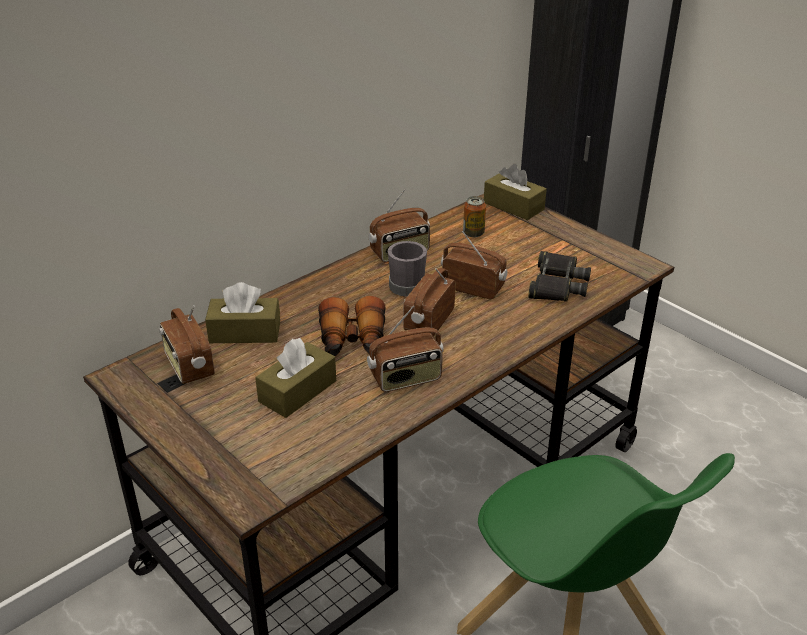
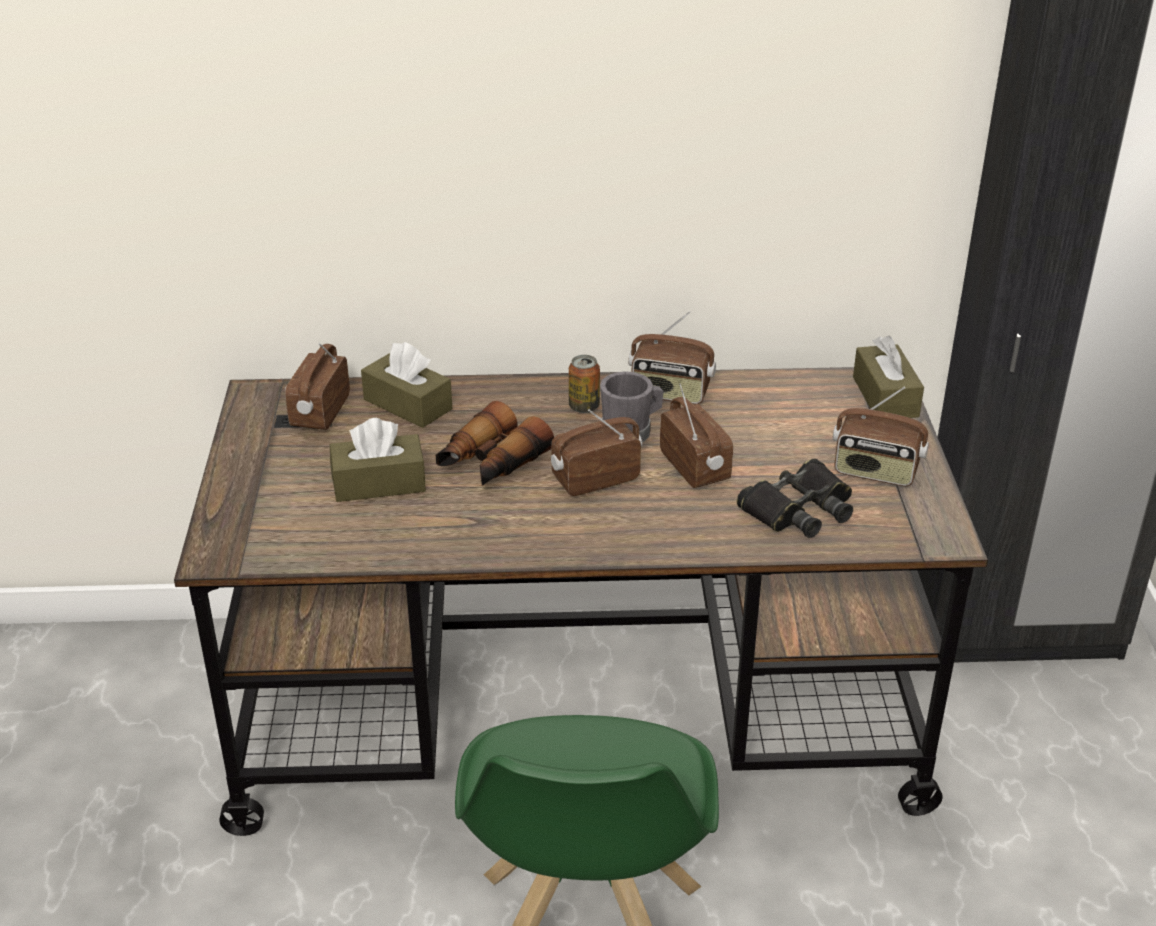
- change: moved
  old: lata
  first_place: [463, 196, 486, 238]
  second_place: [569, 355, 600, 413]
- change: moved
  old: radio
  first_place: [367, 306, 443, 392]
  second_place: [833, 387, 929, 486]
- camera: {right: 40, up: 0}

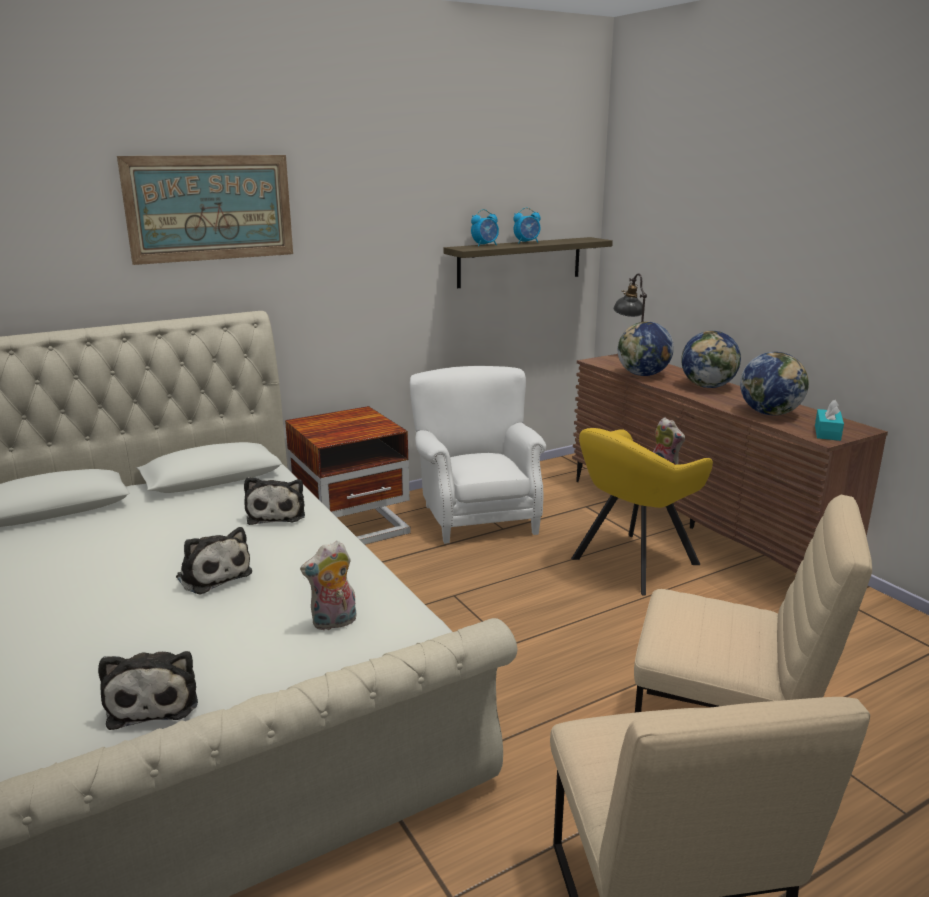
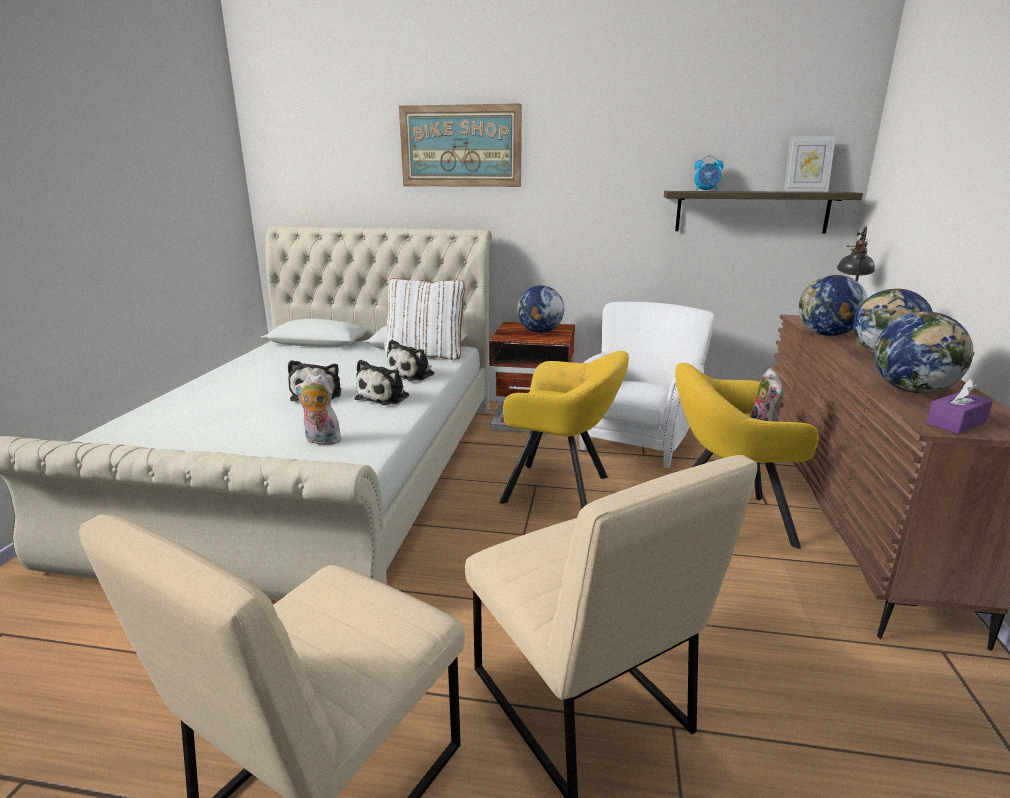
- change: moved
  old: peluche
  first_place: [98, 651, 198, 730]
  second_place: [354, 360, 409, 405]
- change: added
  new: cojín [blanco]
  second_place: [384, 278, 465, 360]
- change: added
  new: sillón [amarillo]
  second_place: [499, 351, 629, 508]
- change: added
  new: globo terráqueo
  second_place: [517, 285, 564, 333]
- change: added
  new: portarretratos
  second_place: [784, 136, 836, 192]
- change: recoloured
  old: caja de pañuelos [turquesa]
  new: caja de pañuelos [morado]
  first_place: [815, 400, 844, 441]
  second_place: [926, 379, 993, 434]
- change: removed
  old: despertador
  first_place: [513, 207, 541, 243]
- camera: {right: 40, up: 0}

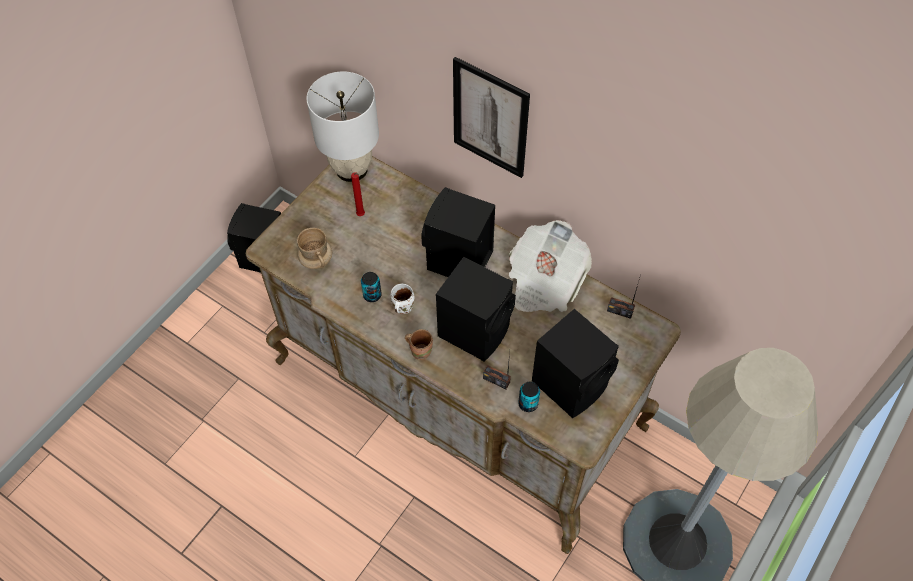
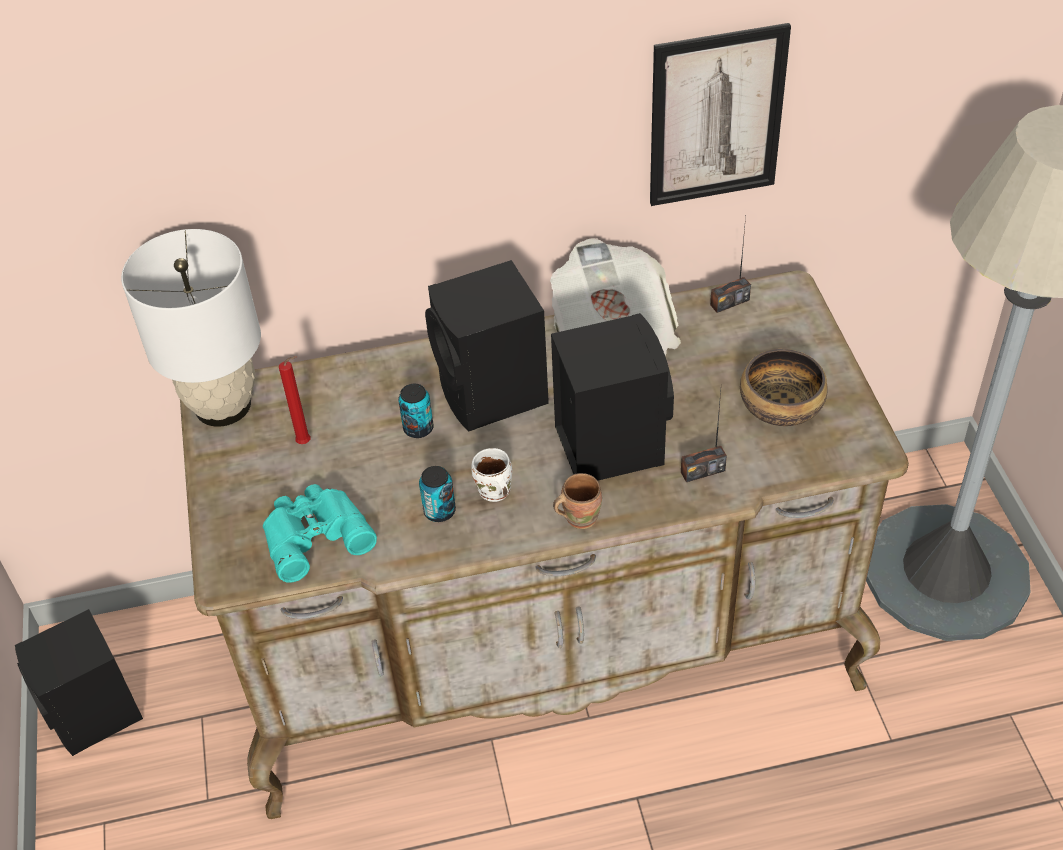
- change: replaced
  old: taza grande [beis]
  new: prismáticos [turquesa]
  first_place: [297, 228, 332, 269]
  second_place: [263, 484, 377, 583]
- change: moved
  old: lata
  first_place: [518, 382, 540, 412]
  second_place: [398, 384, 434, 438]
- change: moved
  old: cuadro
  first_place: [453, 57, 530, 178]
  second_place: [650, 23, 791, 206]
- change: replaced
  old: altavoz [negro]
  new: cuenco
  first_place: [532, 309, 619, 418]
  second_place: [740, 349, 828, 426]
- camera: {right: -45, up: -10}

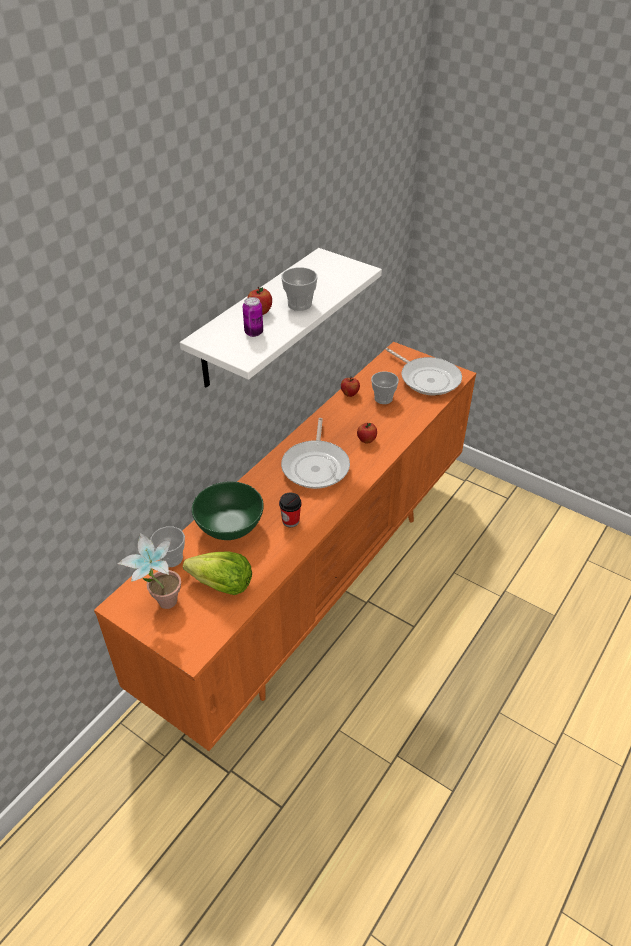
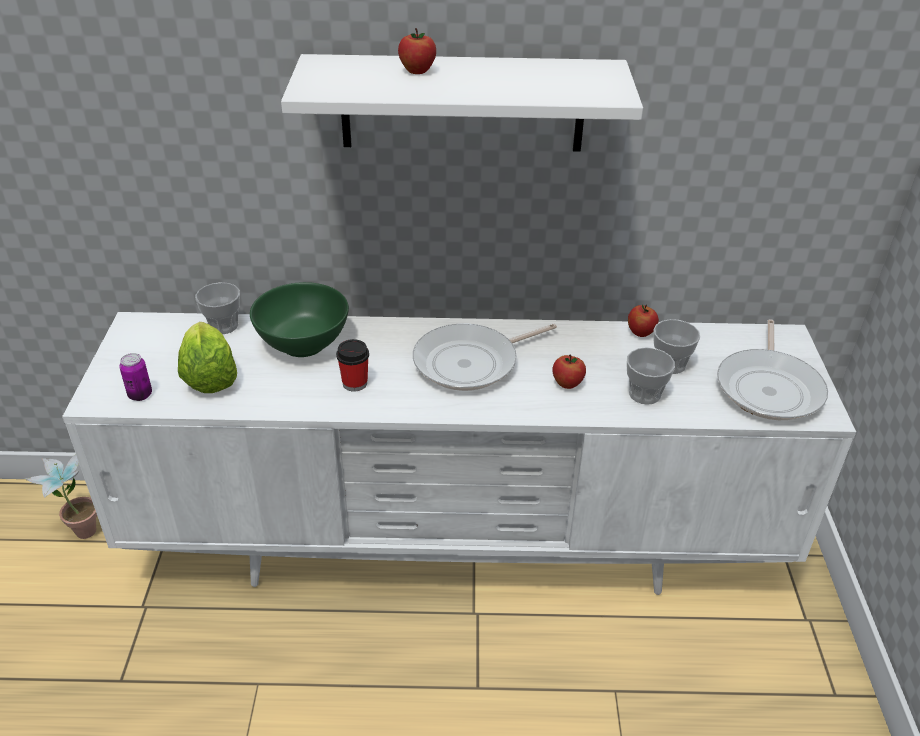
- change: moved
  old: planta en maceta
  first_place: [118, 533, 181, 609]
  second_place: [25, 454, 97, 539]
- change: recoloured
  old: armario [naranja]
  new: armario [blanco]
  first_place: [94, 342, 476, 751]
  second_place: [62, 312, 856, 595]
- change: moved
  old: lata
  first_place: [243, 297, 263, 337]
  second_place: [119, 353, 152, 401]
- change: moved
  old: taza
  first_place: [281, 267, 317, 311]
  second_place: [627, 347, 675, 405]
- camera: {right: 55, up: -5}

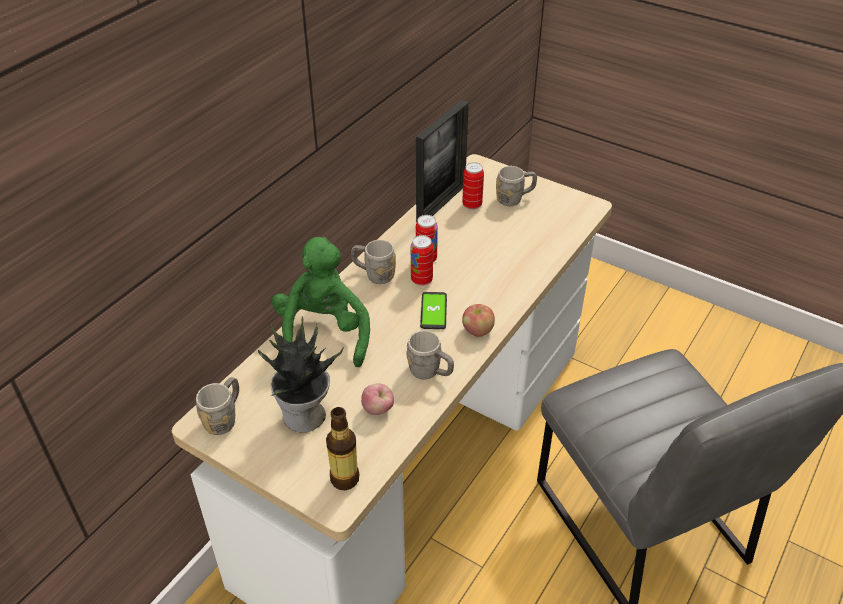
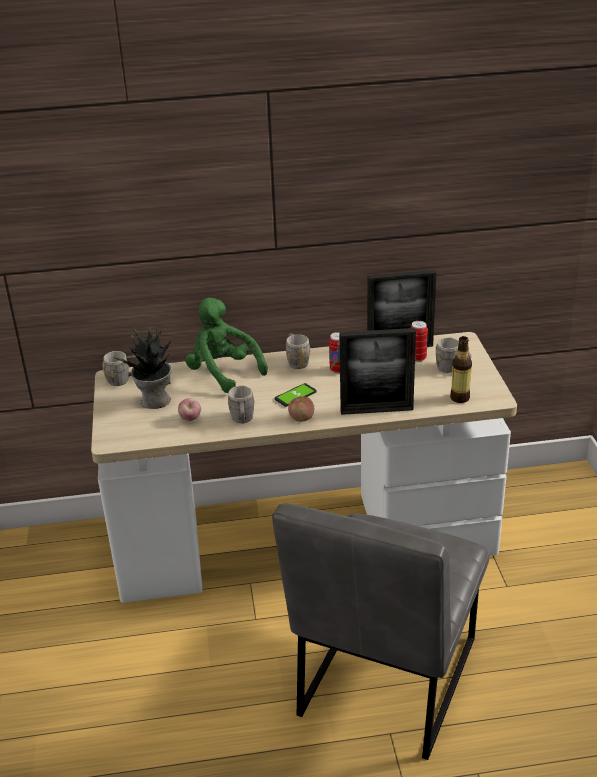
- change: turned
  old: peluche [verde]
  first_place: [272, 237, 370, 367]
  second_place: [185, 298, 268, 393]
  degrees: -90
- change: added
  new: portarretratos
  second_place: [339, 328, 416, 415]
- change: moved
  old: botella
  first_place: [326, 407, 359, 490]
  second_place: [450, 336, 472, 403]
- change: removed
  old: lata
  first_place: [411, 235, 433, 286]
- camera: {right: 50, up: -10}

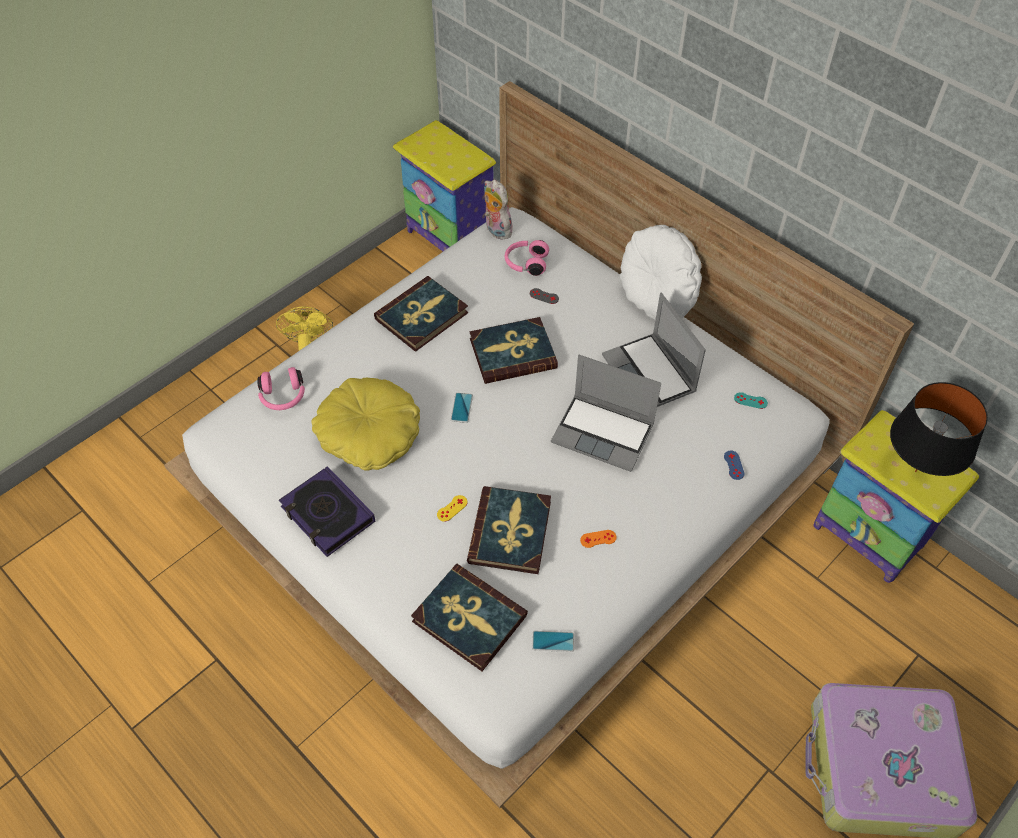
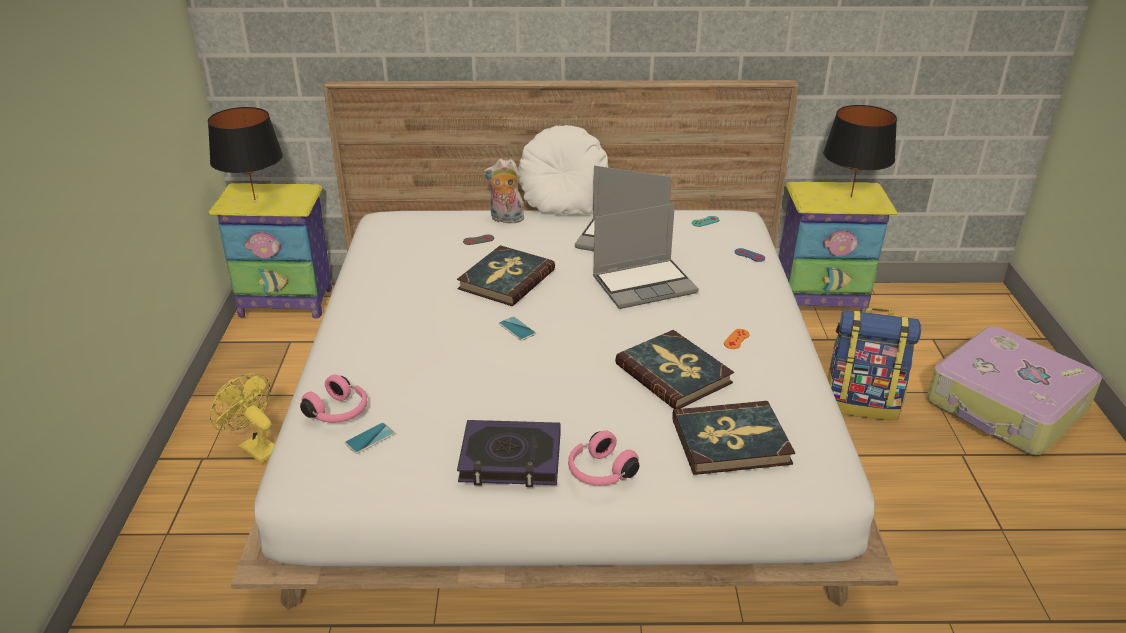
- change: added
  new: lámpara de mesa [negro]
  second_place: [208, 107, 283, 200]
- change: moved
  old: móvil
  first_place: [532, 631, 574, 652]
  second_place: [345, 423, 395, 454]
- change: moved
  old: peluche
  first_place: [484, 180, 512, 240]
  second_place: [483, 159, 524, 223]
- change: moved
  old: auriculares [rosa]
  first_place: [505, 240, 549, 276]
  second_place: [568, 430, 639, 486]
- change: added
  new: mochila
  second_place: [827, 308, 921, 420]
- change: removed
  old: cojín [amarillo]
  first_place: [311, 378, 420, 471]
- change: removed
  old: libro
  first_place: [374, 276, 468, 352]
- change: removed
  old: mando de consola [amarillo]
  first_place: [437, 495, 468, 522]
- camera: {right: -45, up: -20}

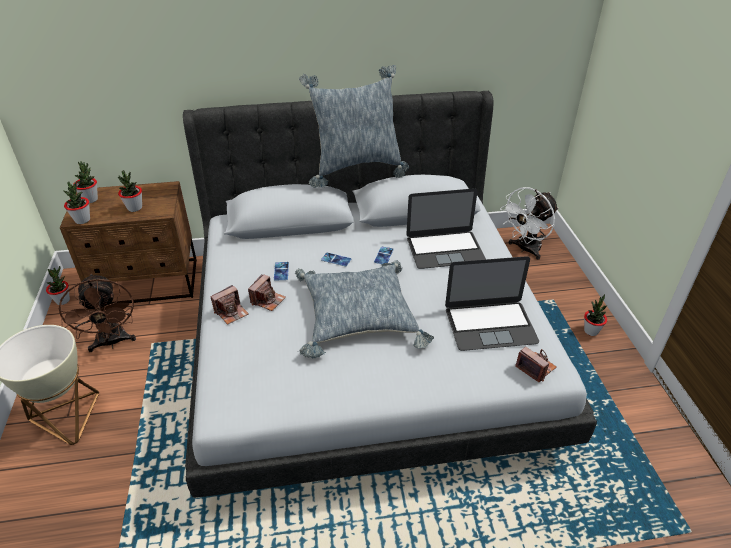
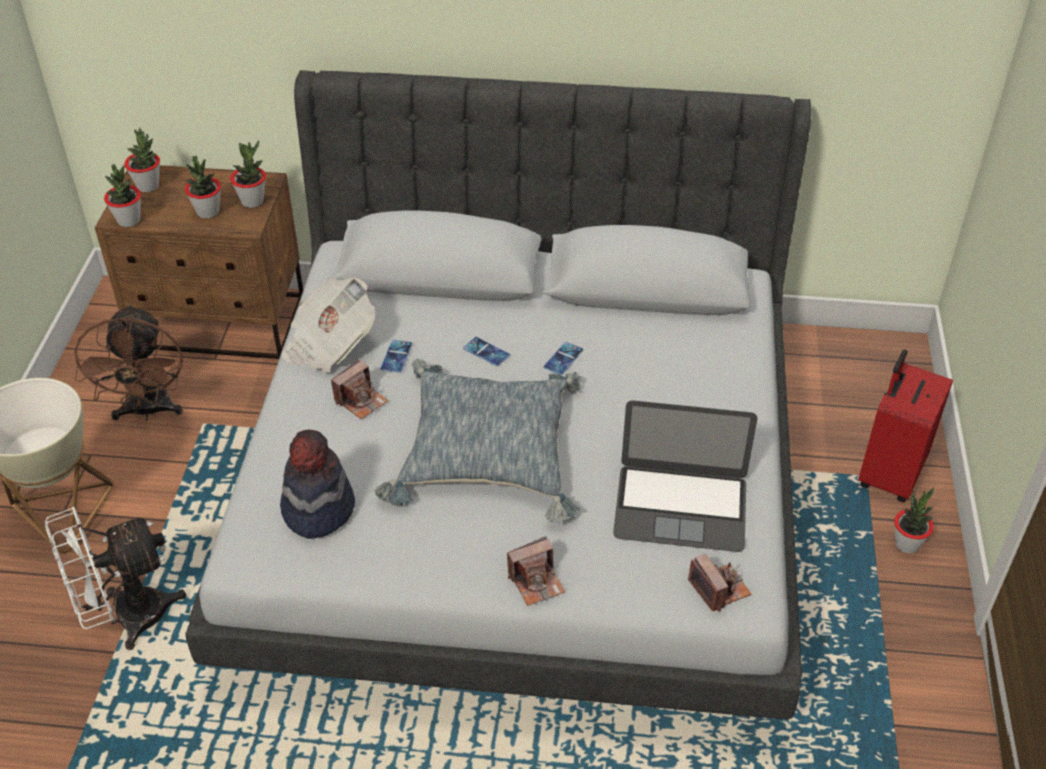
- change: moved
  old: ventilador [blanco]
  first_place: [500, 187, 558, 260]
  second_place: [45, 506, 186, 650]
- change: moved
  old: planta en maceta
  first_place: [46, 266, 70, 305]
  second_place: [230, 141, 266, 208]
- change: added
  new: sombrero
  second_place: [280, 430, 355, 539]
- change: added
  new: periódico
  second_place: [282, 278, 375, 373]
- change: moved
  old: cámara
  first_place: [211, 285, 249, 325]
  second_place: [507, 536, 565, 606]
- change: added
  new: maleta [rojo]
  second_place: [858, 349, 953, 502]
- change: removed
  old: cojín
  first_place: [299, 65, 410, 188]
- change: removed
  old: portátil
  first_place: [406, 188, 486, 269]
- camera: {right: 15, up: 5}

